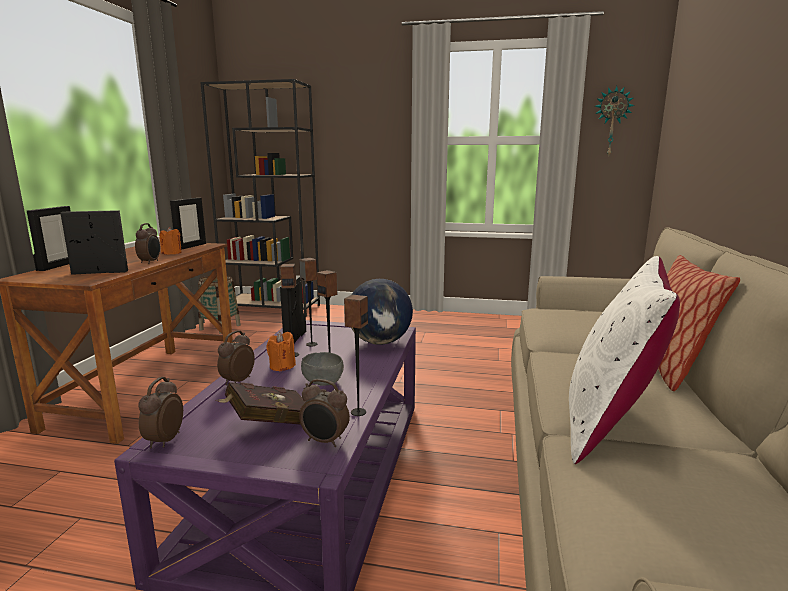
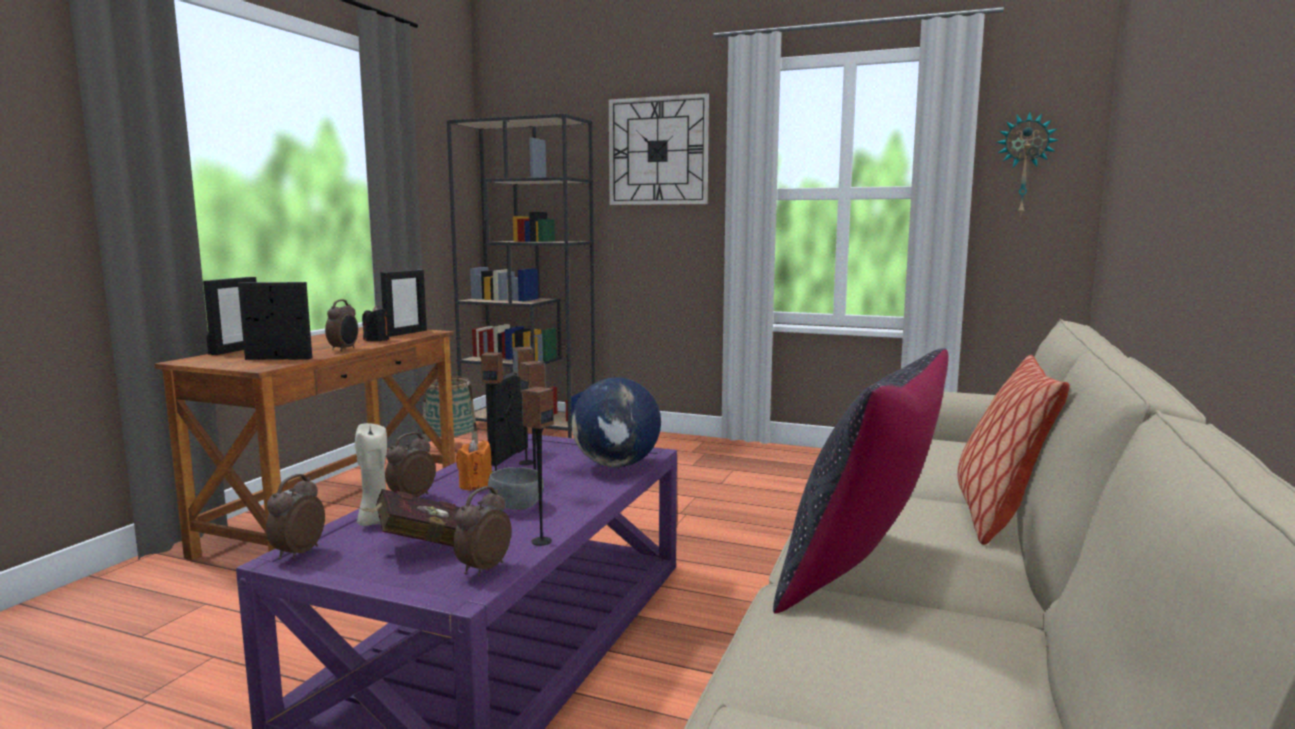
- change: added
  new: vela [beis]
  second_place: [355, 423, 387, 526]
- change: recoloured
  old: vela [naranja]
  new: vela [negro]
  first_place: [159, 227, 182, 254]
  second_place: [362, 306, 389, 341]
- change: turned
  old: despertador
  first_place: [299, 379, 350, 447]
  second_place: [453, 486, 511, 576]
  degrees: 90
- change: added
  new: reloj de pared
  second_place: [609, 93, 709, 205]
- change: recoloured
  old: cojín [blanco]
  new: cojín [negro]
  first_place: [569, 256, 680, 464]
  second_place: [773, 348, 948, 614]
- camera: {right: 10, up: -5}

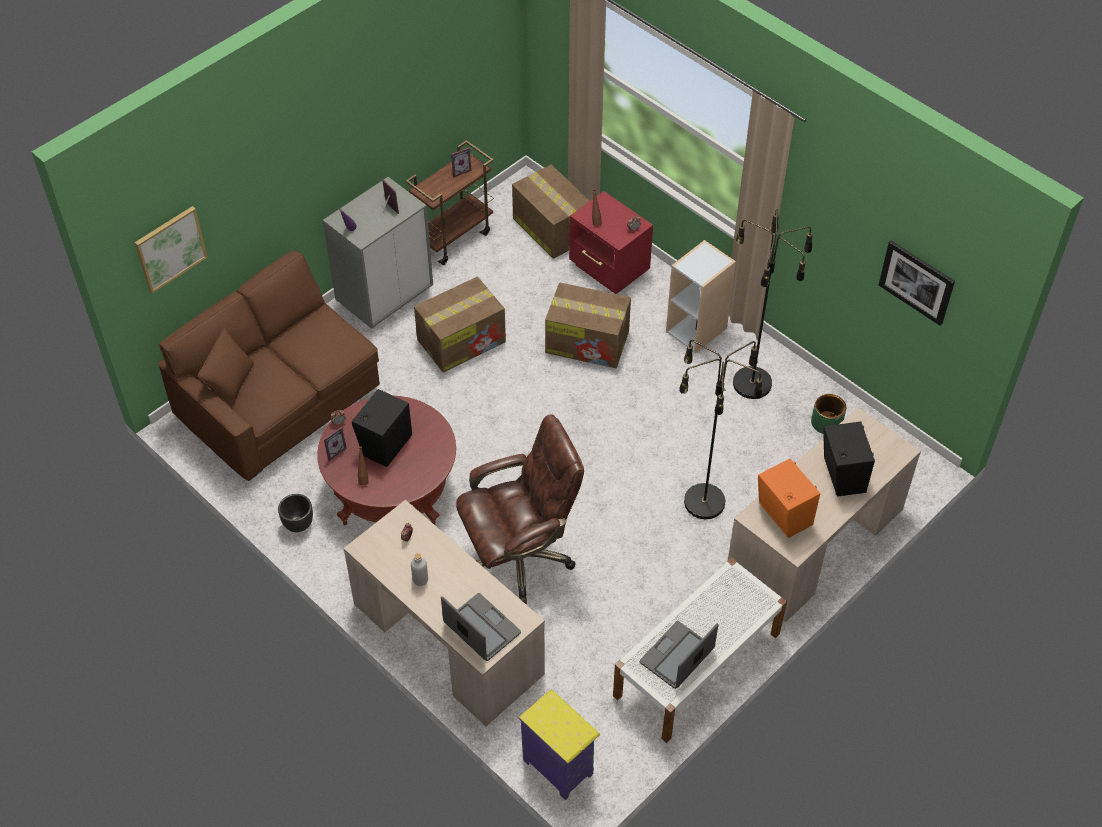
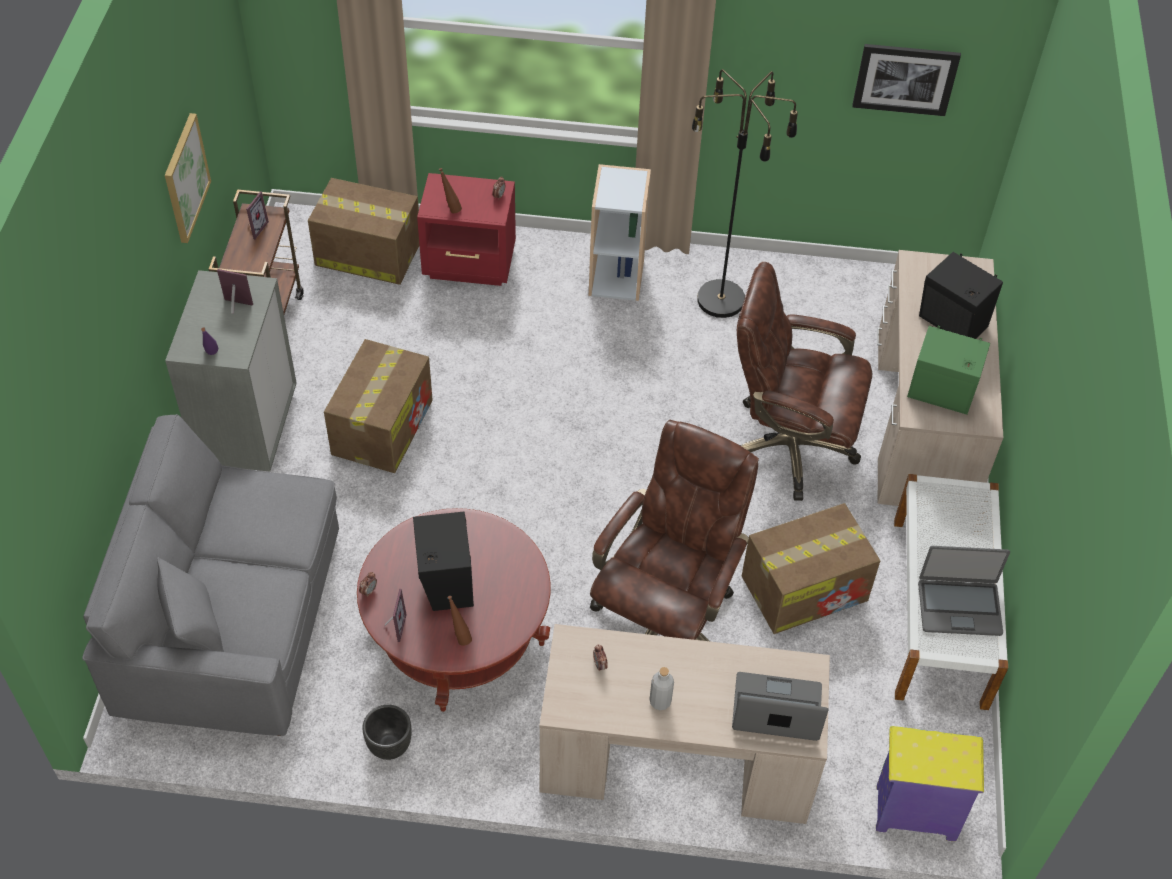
- change: recoloured
  old: sofá [marrón]
  new: sofá [gris]
  first_place: [158, 250, 380, 481]
  second_place: [82, 414, 339, 736]
- change: moved
  old: cuadro
  first_place: [135, 206, 208, 293]
  second_place: [165, 113, 211, 243]
- change: replaced
  old: lámpara de pie
  new: silla de oficina [marrón]
  first_place: [679, 340, 763, 520]
  second_place: [737, 262, 873, 501]
- change: moved
  old: caja de cartón
  first_place: [545, 282, 631, 368]
  second_place: [742, 503, 880, 634]
- change: recoloured
  old: altavoz [naranja]
  new: altavoz [verde]
  first_place: [758, 459, 820, 538]
  second_place: [907, 326, 990, 415]
- change: turned
  old: portátil
  first_place: [640, 621, 718, 689]
  second_place: [918, 546, 1010, 636]
  degrees: -90
- change: removed
  old: maceta [verde]
  first_place: [811, 394, 846, 434]
- camera: {right: -40, up: 0}

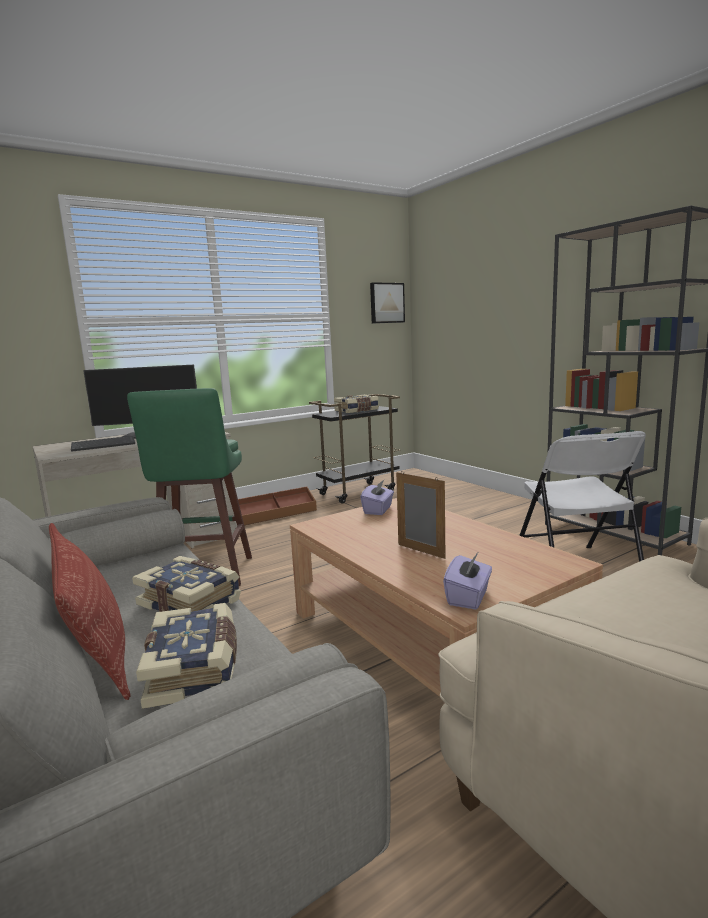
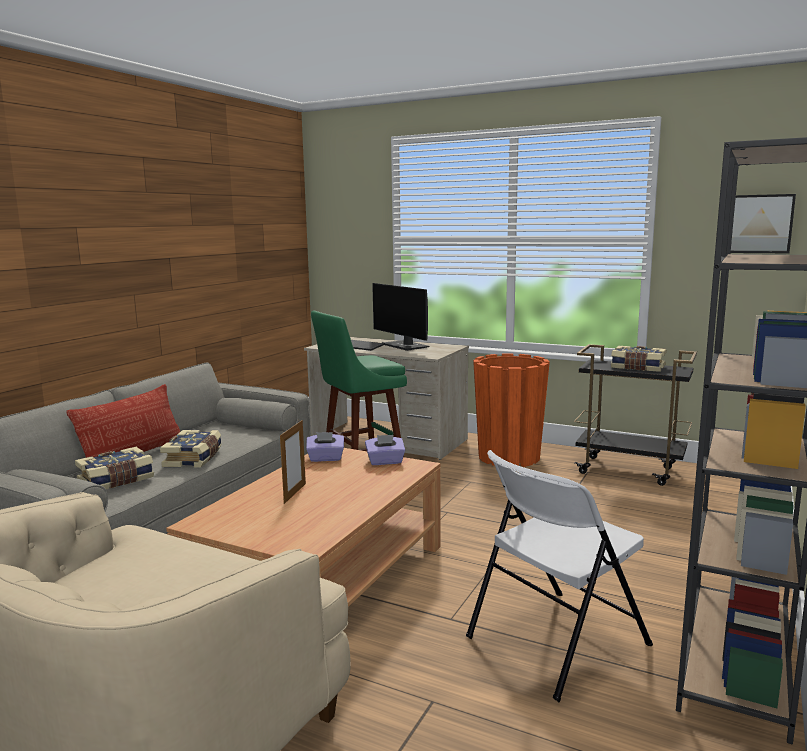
- change: moved
  old: caja de pañuelos [morado]
  first_place: [443, 551, 492, 610]
  second_place: [306, 432, 344, 462]
- change: replaced
  old: caja de almacenaje [marrón]
  new: maceta [naranja]
  first_place: [238, 486, 317, 525]
  second_place: [473, 354, 550, 467]
- camera: {right: 60, up: 0}

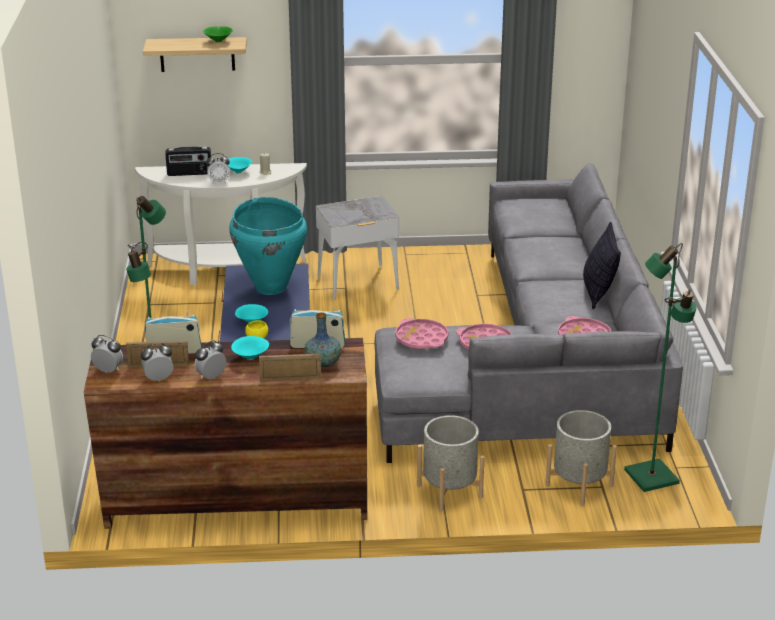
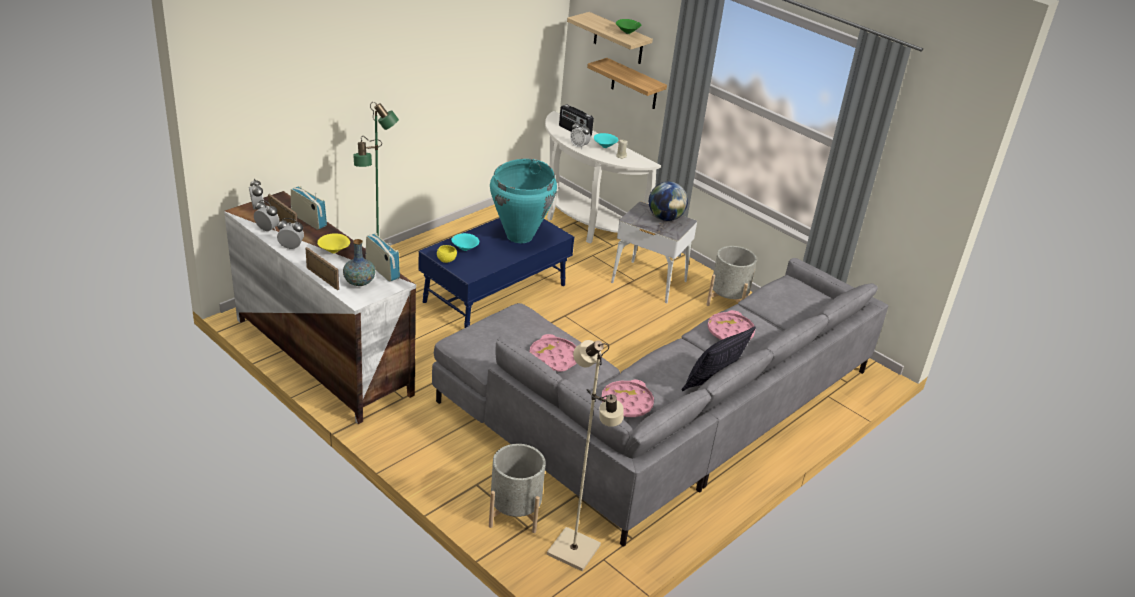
- change: recoloured
  old: armario [marrón]
  new: armario [blanco]
  first_place: [84, 338, 367, 529]
  second_place: [224, 191, 416, 424]
- change: recoloured
  old: cuenco [turquesa]
  new: cuenco [amarillo]
  first_place: [231, 336, 269, 360]
  second_place: [317, 233, 350, 254]
- change: recoloured
  old: lámpara de pie [verde]
  new: lámpara de pie [beis]
  first_place: [624, 243, 697, 492]
  second_place: [547, 340, 623, 571]
- change: added
  new: estante
  second_place: [587, 58, 667, 109]
- change: added
  new: globo terráqueo
  second_place: [649, 182, 688, 221]
- change: moved
  old: maceta [gris]
  first_place: [417, 415, 485, 511]
  second_place: [706, 246, 757, 306]
- change: moved
  old: bandeja [rosa]
  first_place: [395, 318, 448, 349]
  second_place: [707, 310, 755, 340]
- camera: {right: 45, up: 5}

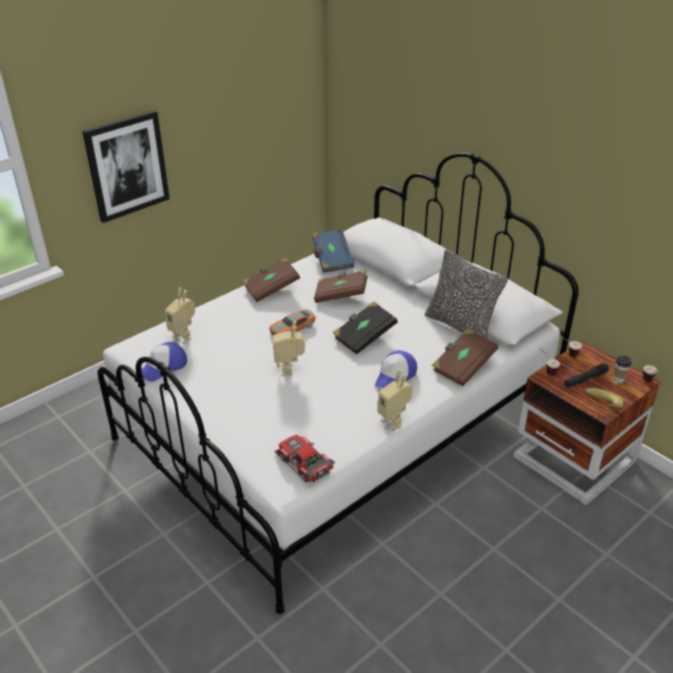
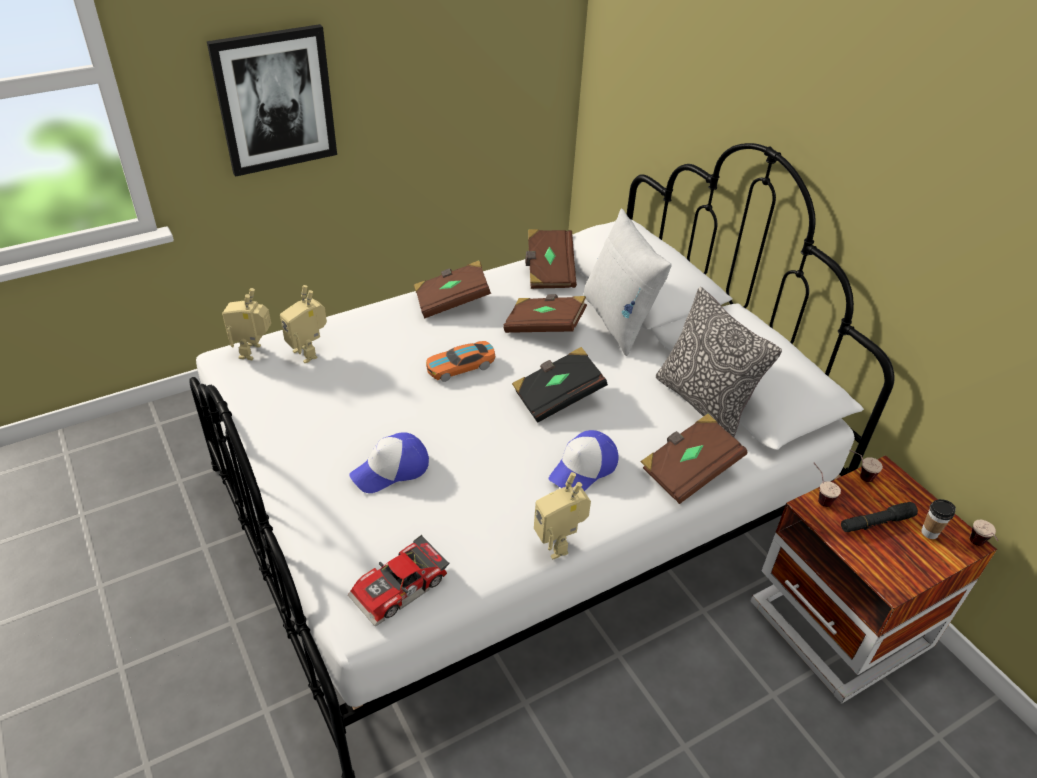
- change: moved
  old: robot de juguete
  first_place: [273, 321, 305, 376]
  second_place: [222, 288, 271, 360]
- change: turned
  old: coche de juguete
  first_place: [274, 434, 335, 482]
  second_place: [348, 535, 450, 626]
  degrees: -105
- change: moved
  old: gorra
  first_place: [141, 342, 187, 382]
  second_place: [349, 432, 429, 493]
- change: recoloured
  old: libro [azul]
  new: libro [marrón]
  first_place: [312, 230, 354, 273]
  second_place: [525, 229, 577, 289]
- change: added
  new: cojín [gris]
  second_place: [583, 209, 672, 356]
- change: removed
  old: plátano
  first_place: [585, 388, 624, 407]
- camera: {right: 10, up: 5}

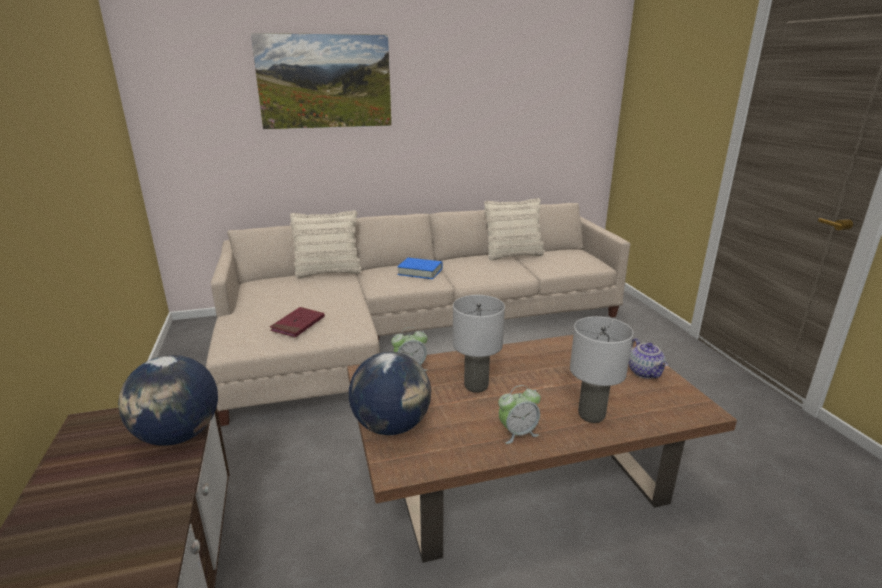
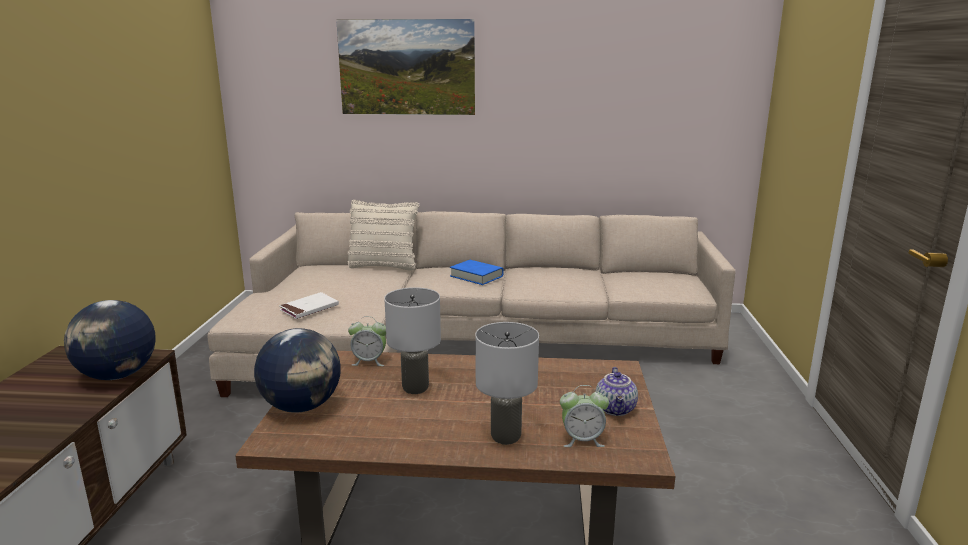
- change: recoloured
  old: libro [rojo]
  new: libro [blanco]
  first_place: [270, 307, 325, 337]
  second_place: [279, 292, 339, 319]
- change: moved
  old: despertador
  first_place: [498, 385, 541, 444]
  second_place: [560, 385, 609, 447]
- change: removed
  old: cojín [beis]
  first_place: [484, 198, 545, 260]
- camera: {right: 20, up: -5}

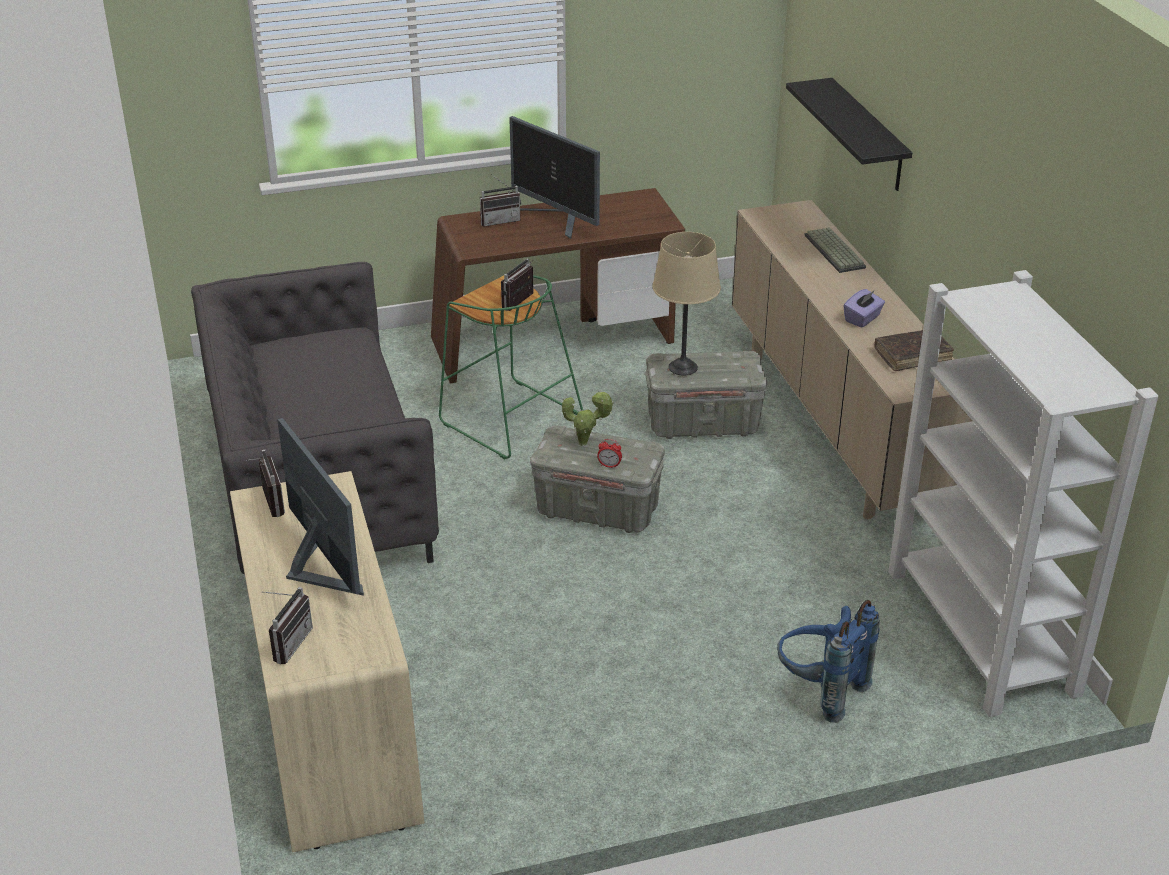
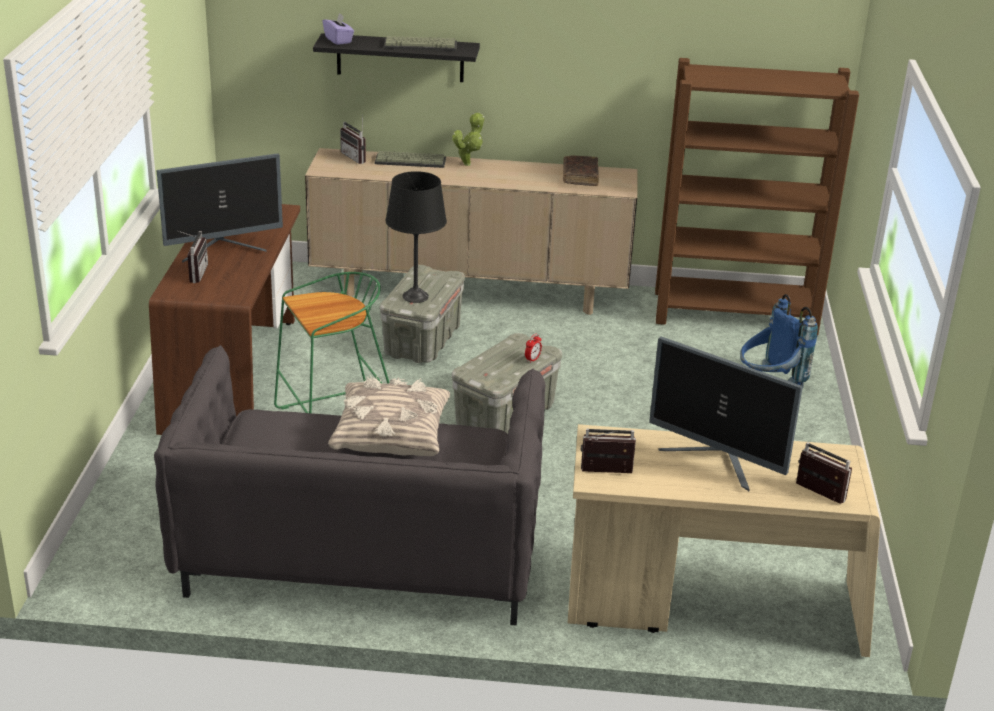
- change: moved
  old: caja de pañuelos [morado]
  first_place: [844, 289, 885, 328]
  second_place: [323, 13, 354, 45]
- change: added
  new: cojín [beis]
  second_place: [328, 375, 450, 456]
- change: moved
  old: radio
  first_place: [501, 259, 534, 311]
  second_place: [340, 117, 366, 164]
- change: added
  new: teclado
  second_place: [384, 36, 457, 51]
- change: recoloured
  old: lámpara de mesa [beis]
  new: lámpara de mesa [negro]
  first_place: [652, 232, 721, 376]
  second_place: [386, 171, 447, 303]
- change: moved
  old: planta en maceta
  first_place: [562, 390, 614, 446]
  second_place: [452, 112, 484, 166]
- change: turned
  old: monitor
  first_place: [277, 418, 364, 596]
  second_place: [649, 337, 803, 491]
  degrees: -135
- change: recoloured
  old: estantería [blanco]
  new: estantería [marrón]
  first_place: [888, 270, 1158, 717]
  second_place: [655, 58, 859, 336]
- camera: {right: -70, up: -5}

